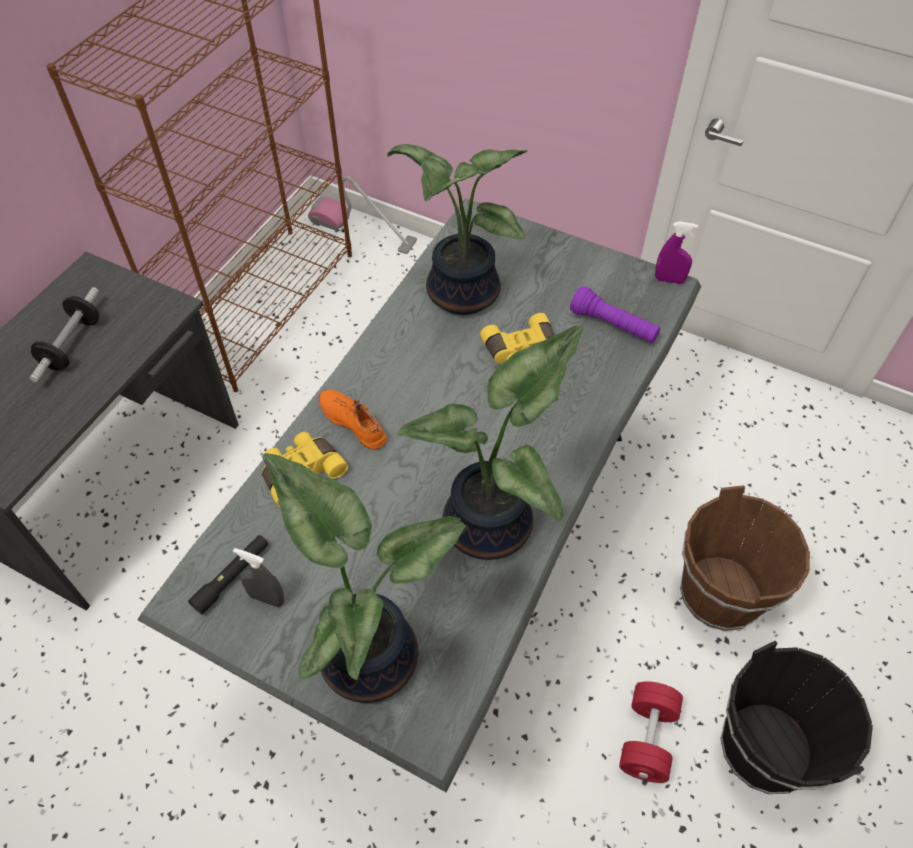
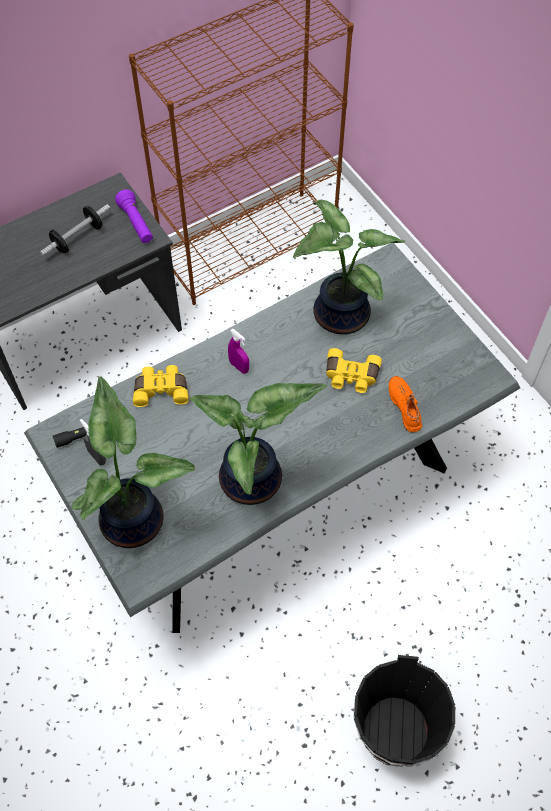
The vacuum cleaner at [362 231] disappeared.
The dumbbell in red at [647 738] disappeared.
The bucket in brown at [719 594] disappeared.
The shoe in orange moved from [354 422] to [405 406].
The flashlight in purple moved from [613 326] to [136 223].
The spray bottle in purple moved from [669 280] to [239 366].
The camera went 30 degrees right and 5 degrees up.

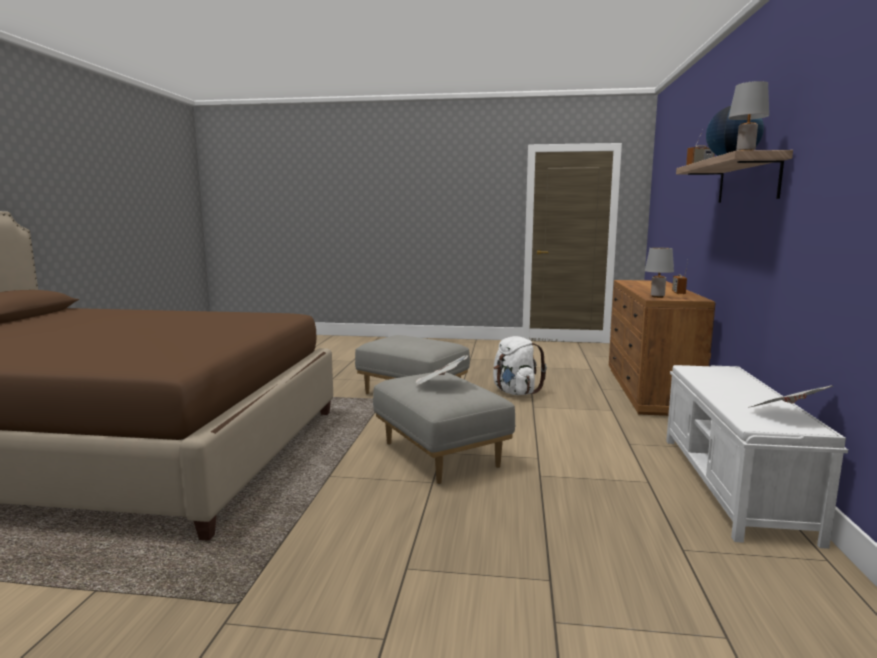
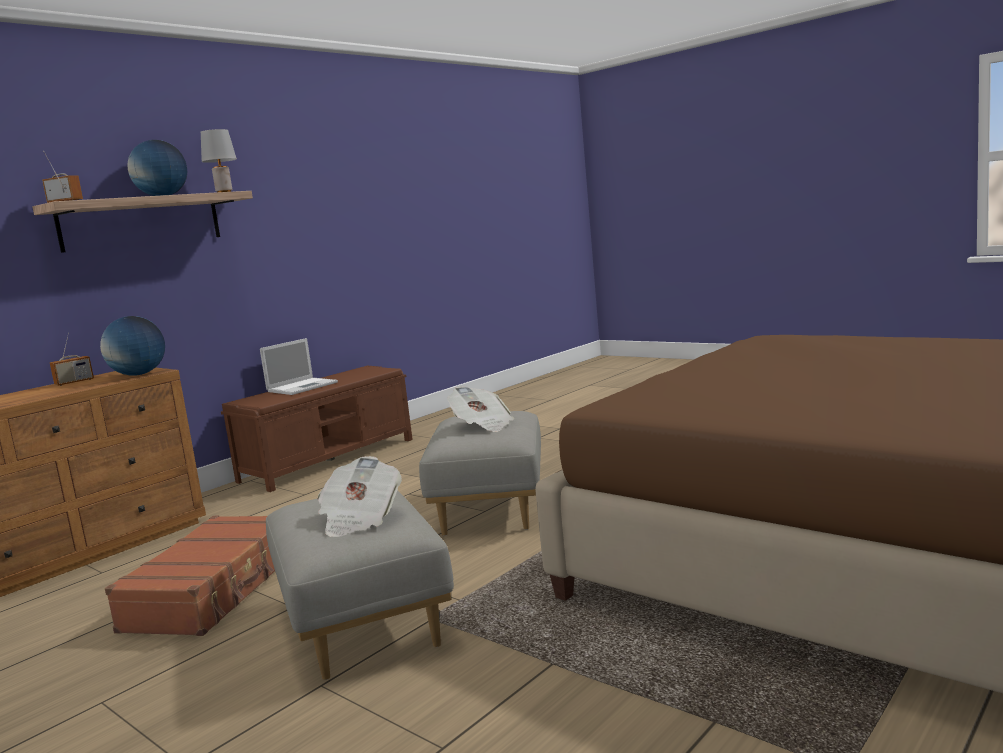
The laptop at [303 386] appeared.
The newspaper moved from [786 415] to [359 519].
The backpack in white at [515 392] was replaced by the suitcase in brown at [214 591].
The table lamp in grey at [657 297] was replaced by the globe at [138 374].
The bench in white at [732 485] became the bench in brown at [329 459].
The camera went 145 degrees left and 0 degrees up.

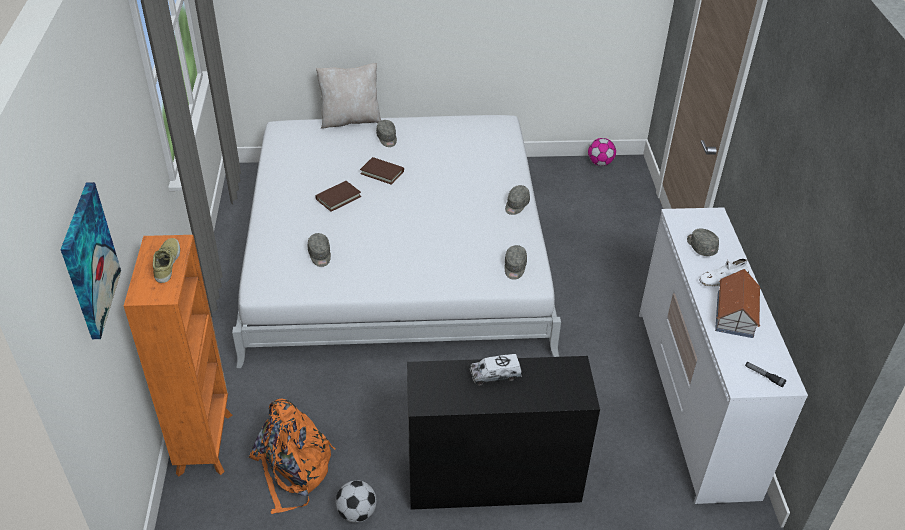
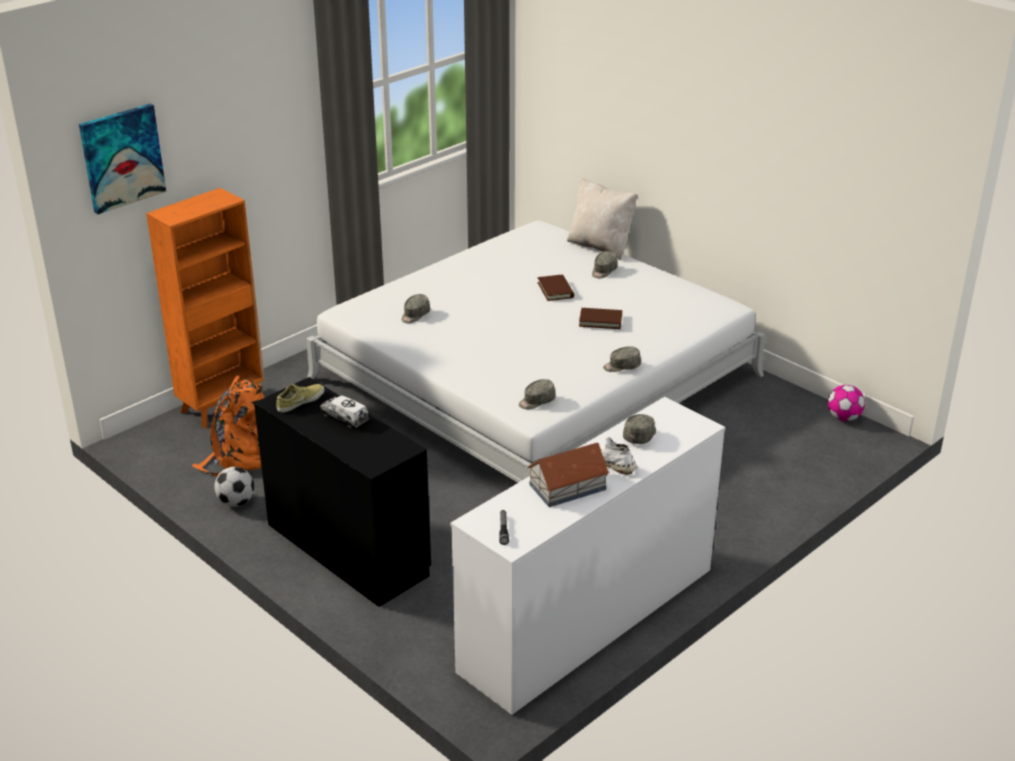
The shoe in beige moved from [166 263] to [300 401].
The book in brown moved from [338 198] to [600 320].
The camera went 50 degrees right and 10 degrees down.

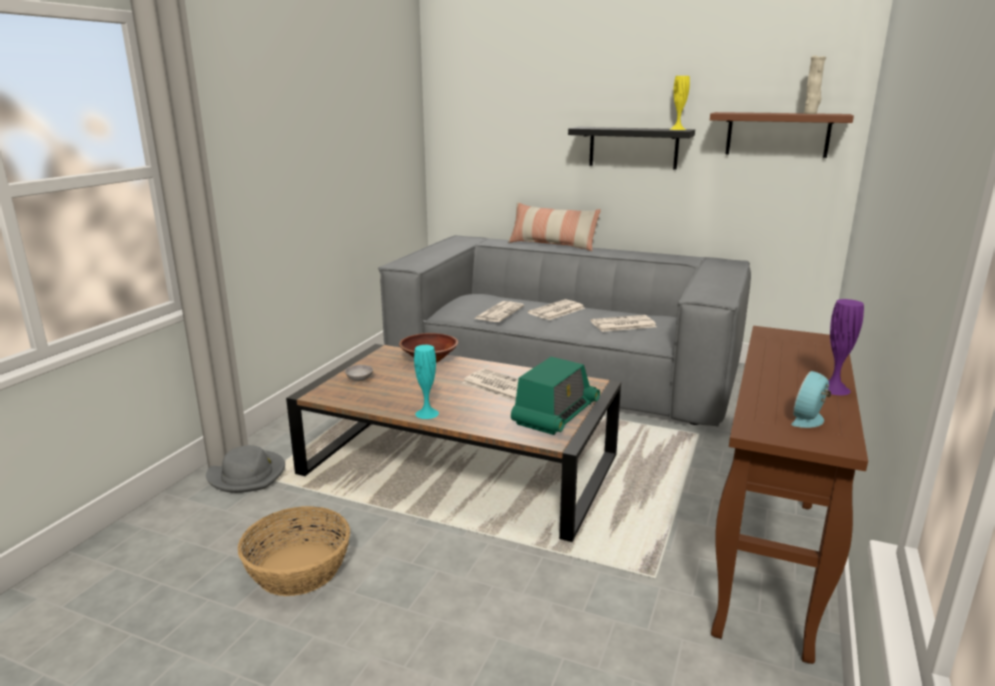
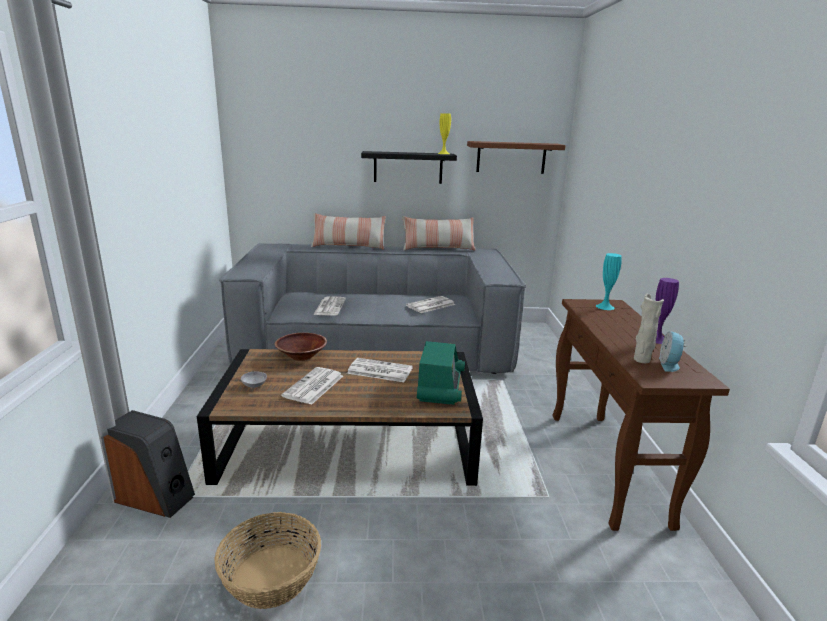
The pillow at [438 248] appeared.
The vase in turquoise moved from [427 413] to [605 307].
The newspaper moved from [556 311] to [313 386].
The vase in beige moved from [810 113] to [642 360].
The hat in grey at [247 474] was replaced by the speaker at [156 497].
The camera went 25 degrees left and 0 degrees up.

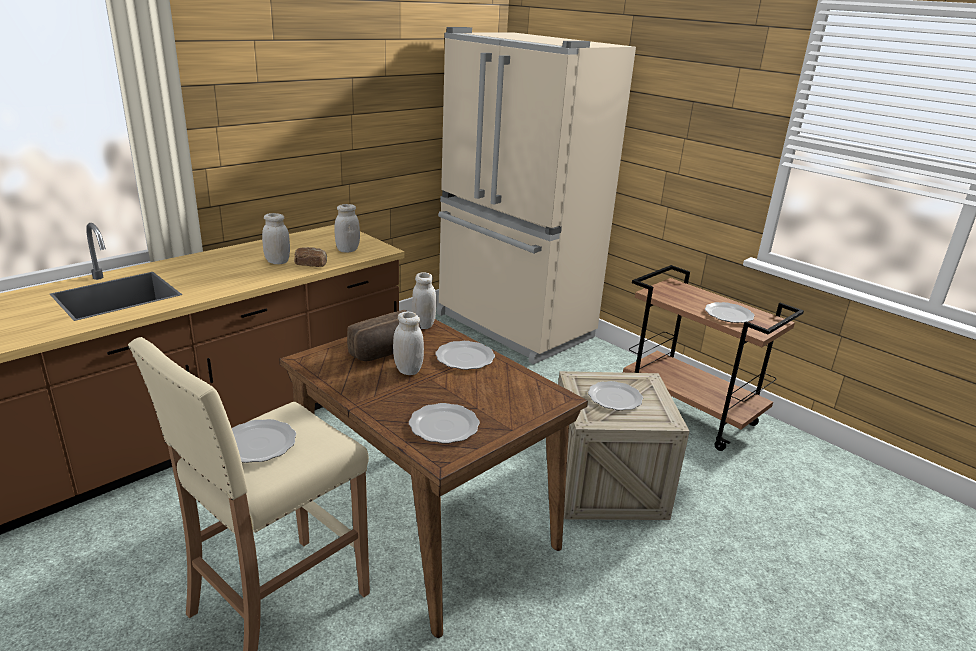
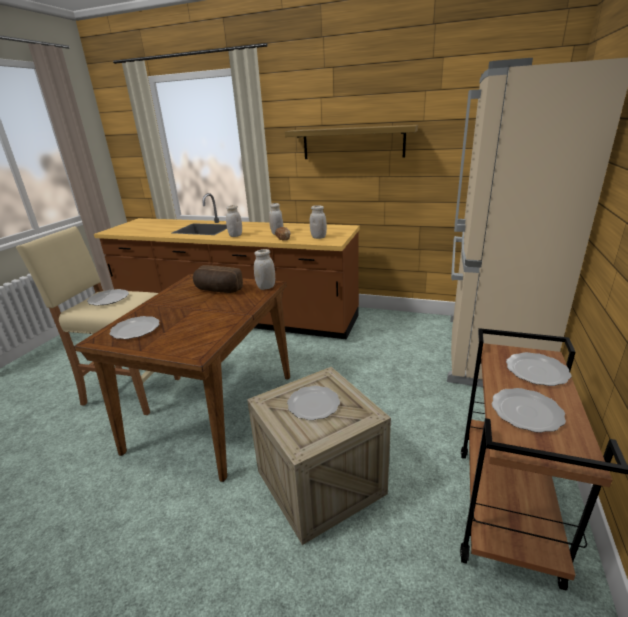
The shelf at [353 143] appeared.
The jar in white moved from [408 370] to [235 235].
The plate moved from [465 358] to [537 371].
The camera went 65 degrees right and 0 degrees up.

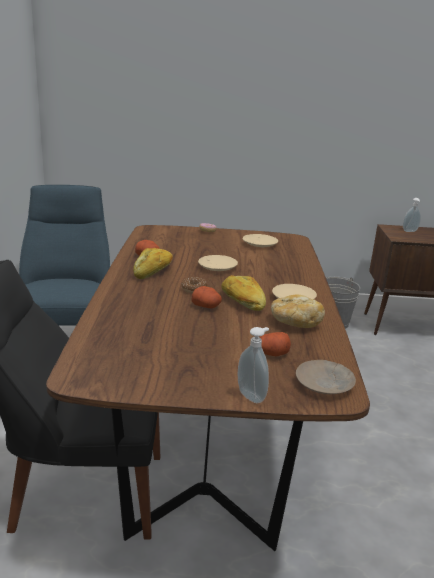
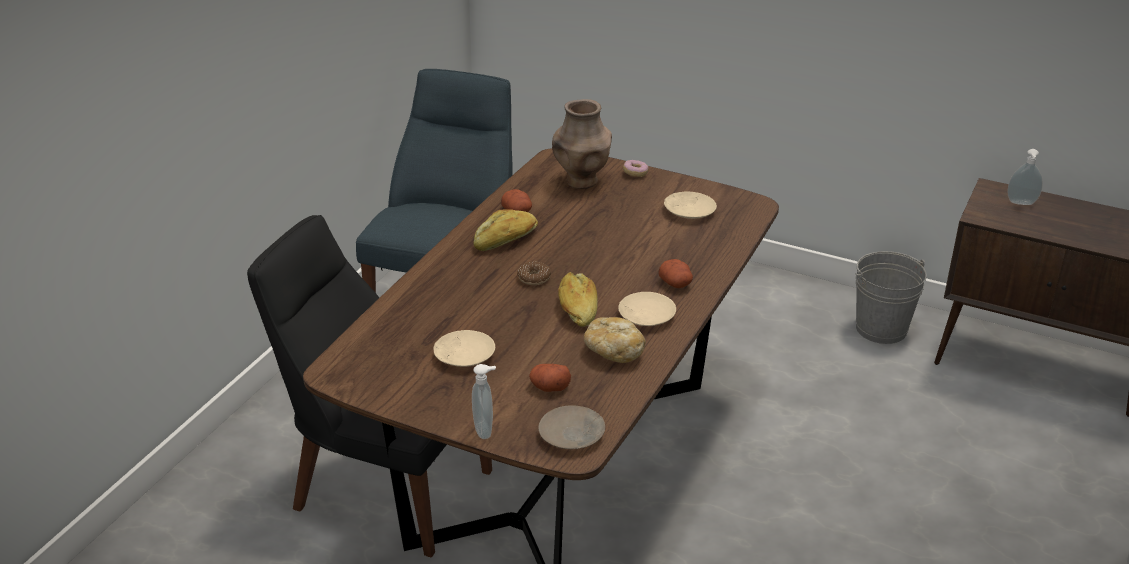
The vase in brown at [581 181] appeared.
The potato moved from [207 306] to [676 283].
The plate in beige moved from [217 267] to [463 355].
The camera went 25 degrees right and 10 degrees up.

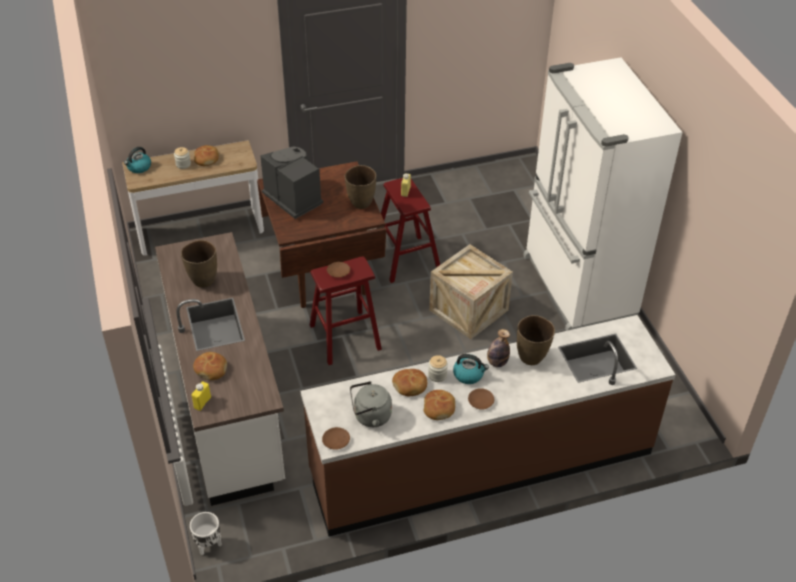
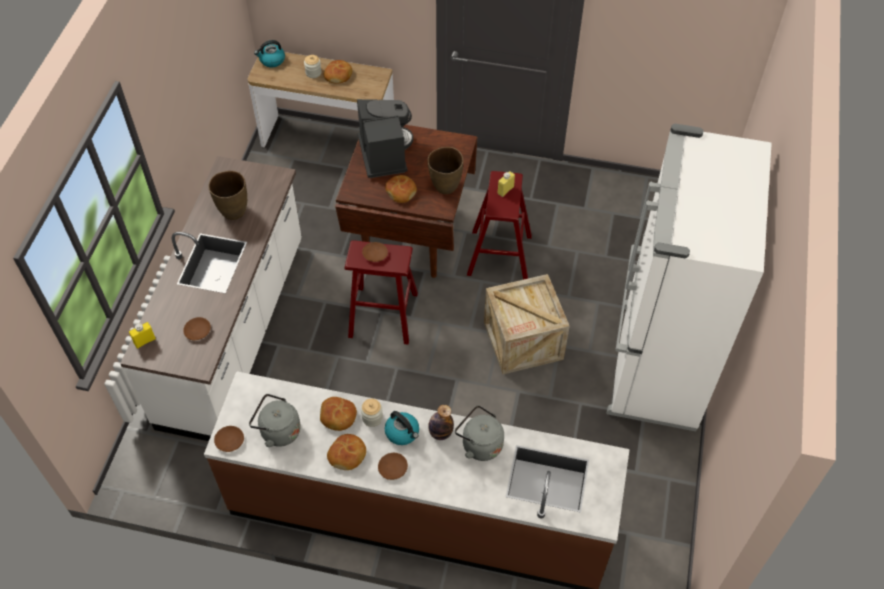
The planter in white at [208 545] disappeared.
The plate in brown at [197 331] appeared.
The bread moved from [211 369] to [401 192].
The vase in brown at [531 357] was replaced by the kettle in grey at [479 444].
The camera went 30 degrees right and 10 degrees up.

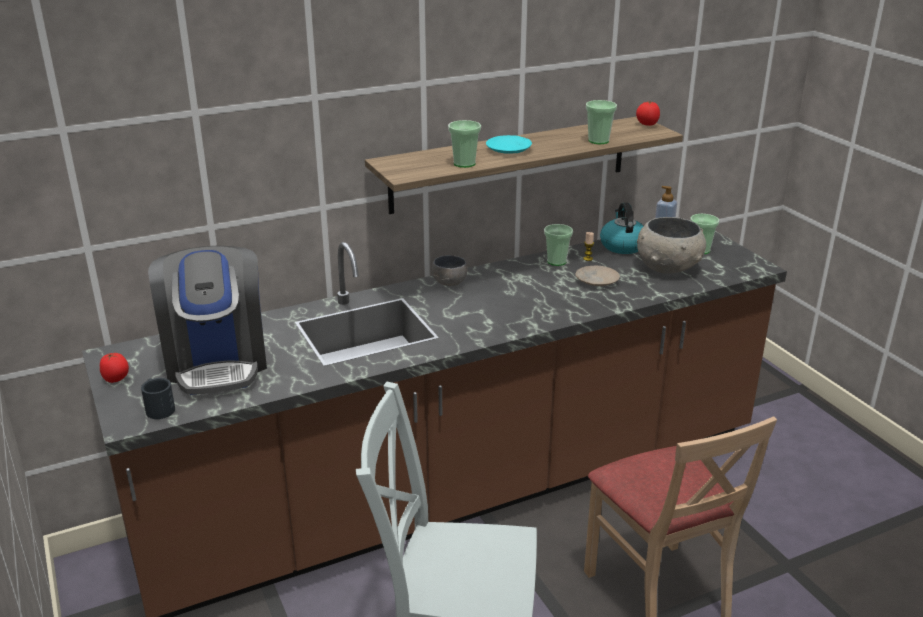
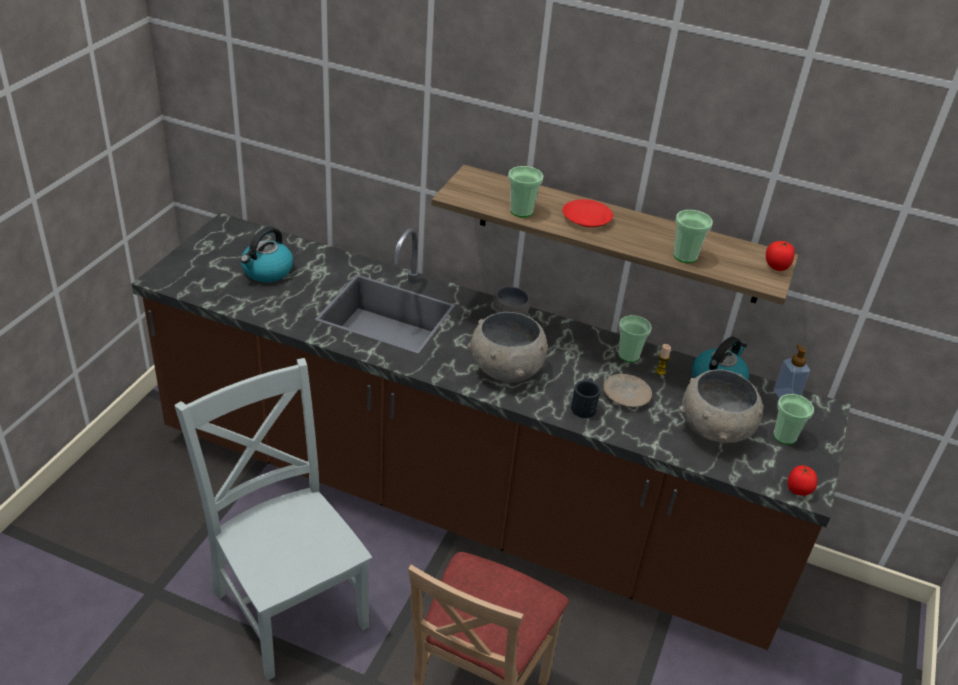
The bowl in grey at [506 369] appeared.
The tomato moved from [116 379] to [798 491].
The mug in black moved from [158 407] to [584 405].
The coffee machine at [217 361] was replaced by the kettle at [267 271].
The plate in turquoise at [509 150] became the plate in red at [587 219].
The camera went 45 degrees right and 10 degrees up.

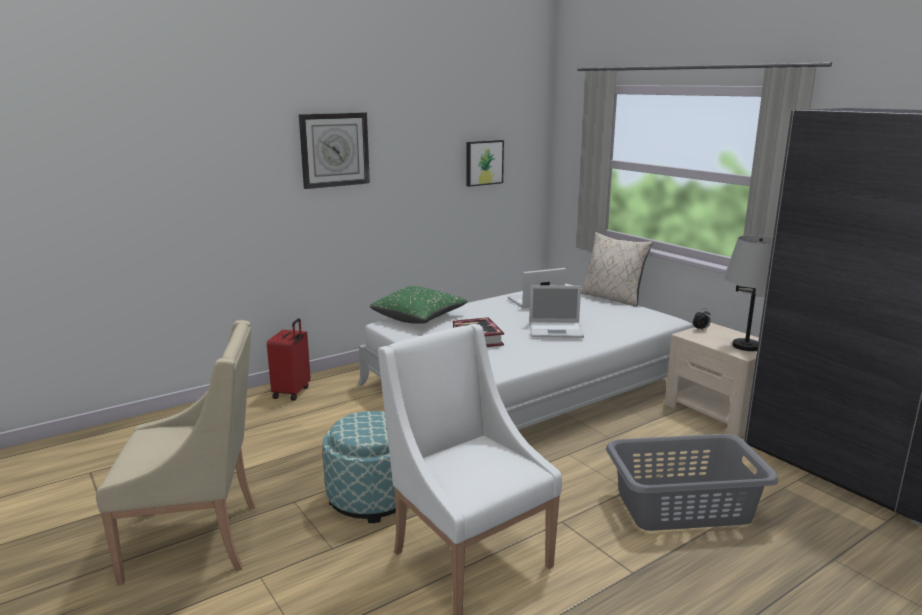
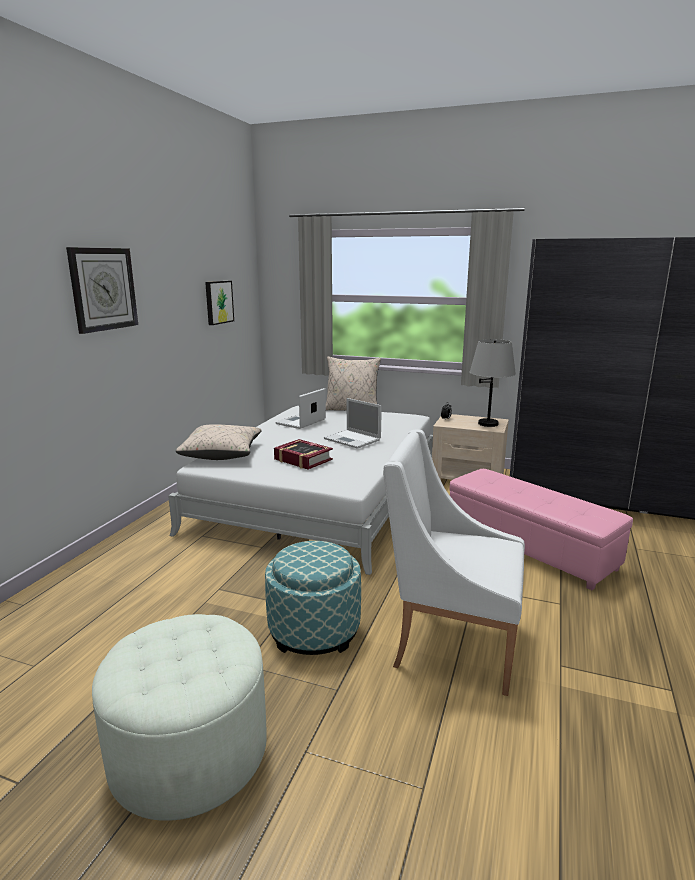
The suitcase in red at [292 392] disappeared.
The armchair in beige at [198 540] was replaced by the ottoman in white at [189 751].
The laundry basket in grey at [684 507] was replaced by the ottoman in pink at [530 547].
The pillow in green at [419 317] became the pillow in beige at [222 454].
The laptop at [556 330] turned 75 degrees clockwise.
The camera went 35 degrees left and 0 degrees up.

